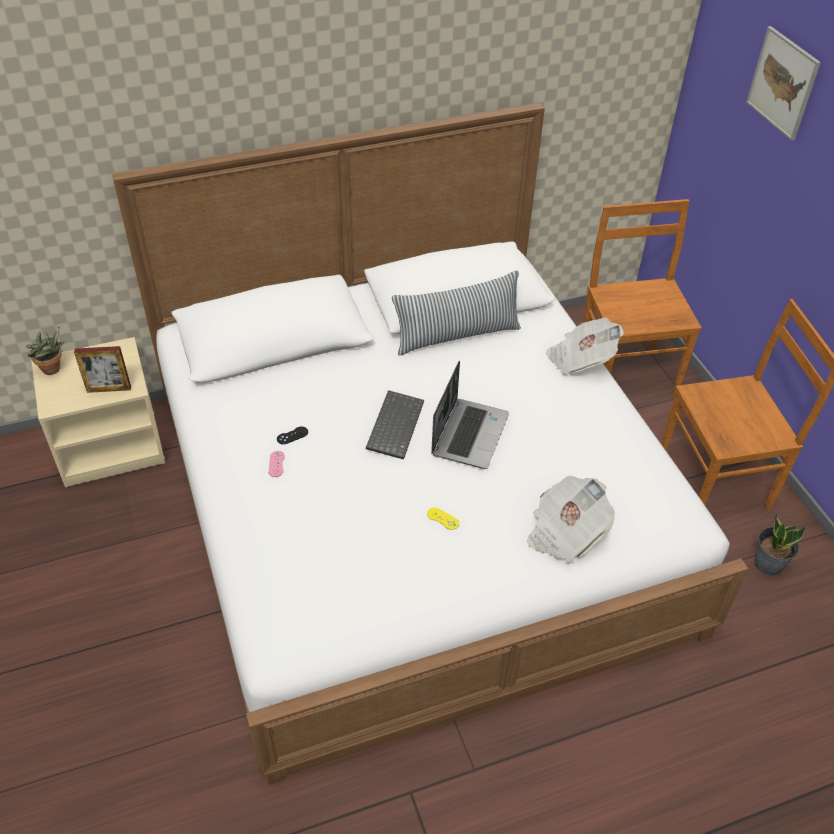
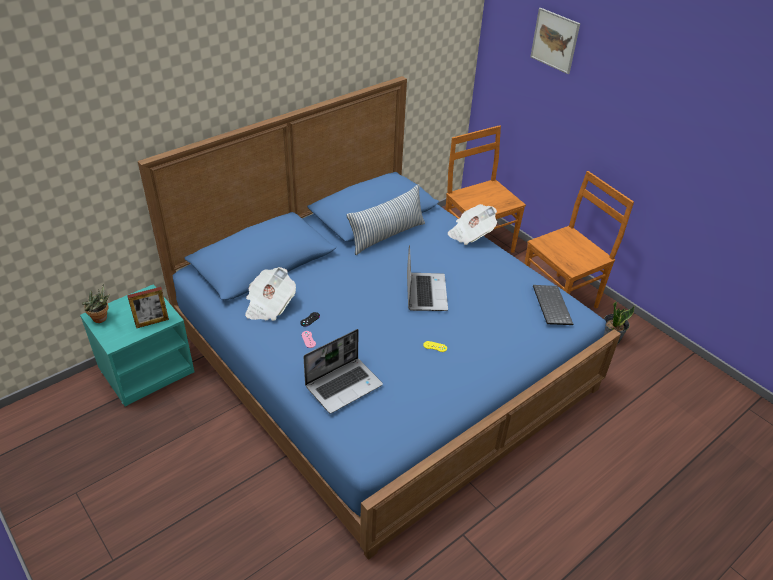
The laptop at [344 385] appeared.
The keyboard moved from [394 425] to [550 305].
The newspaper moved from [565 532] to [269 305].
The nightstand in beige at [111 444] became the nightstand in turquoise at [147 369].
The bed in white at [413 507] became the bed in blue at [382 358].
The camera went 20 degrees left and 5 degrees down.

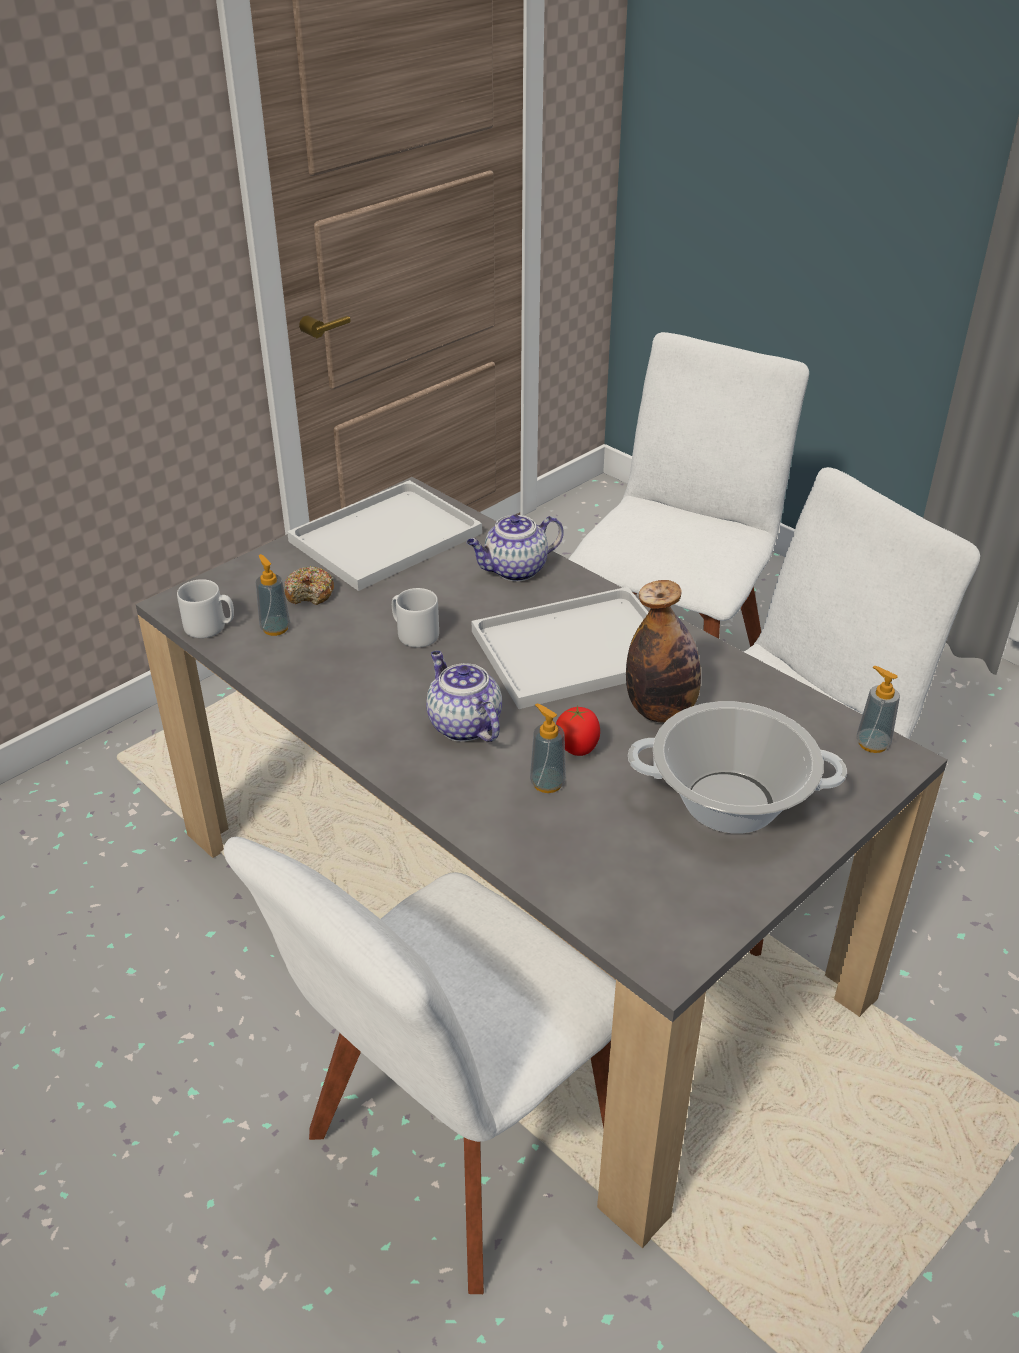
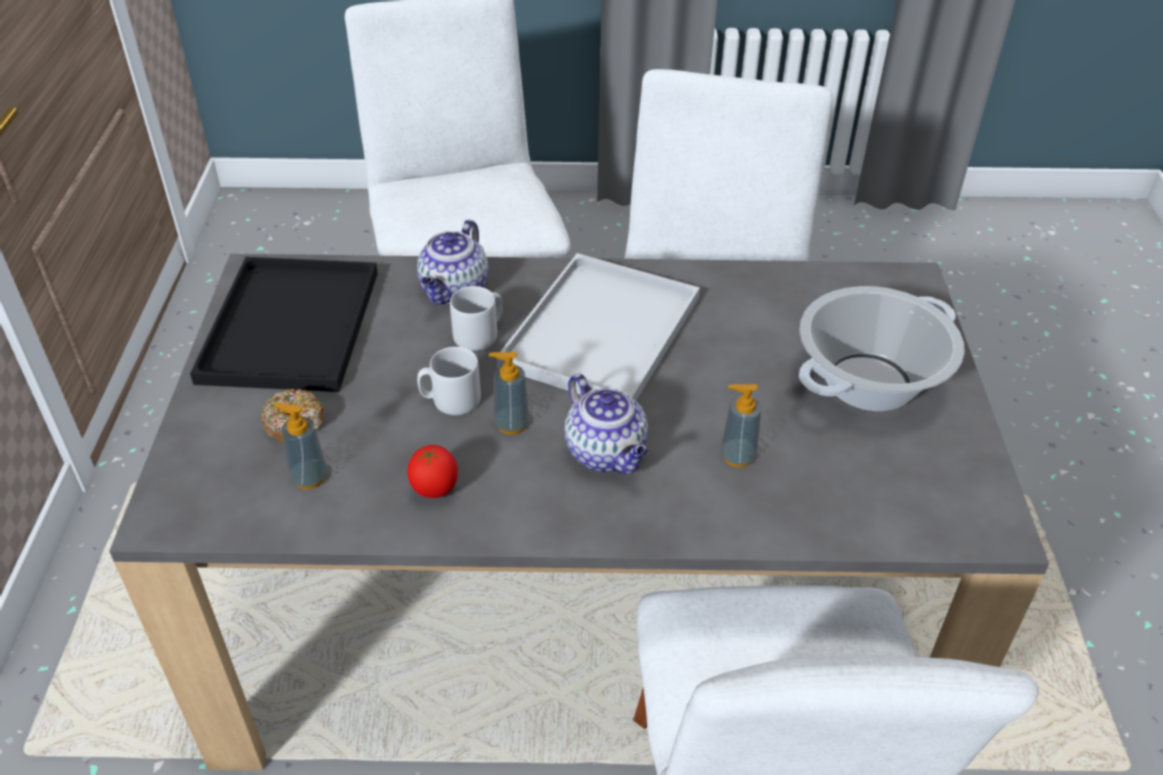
The bottle at [660 710] disappeared.
The mug in grey moved from [210 627] to [480 334].
The tomato moved from [577 750] to [435 490].
The soap dispenser moved from [872 743] to [511 424].
The tray in white at [384 539] became the tray in black at [292 328].
The teapot at [463 725] turned 135 degrees counterclockwise.
The camera went 45 degrees left and 5 degrees up.

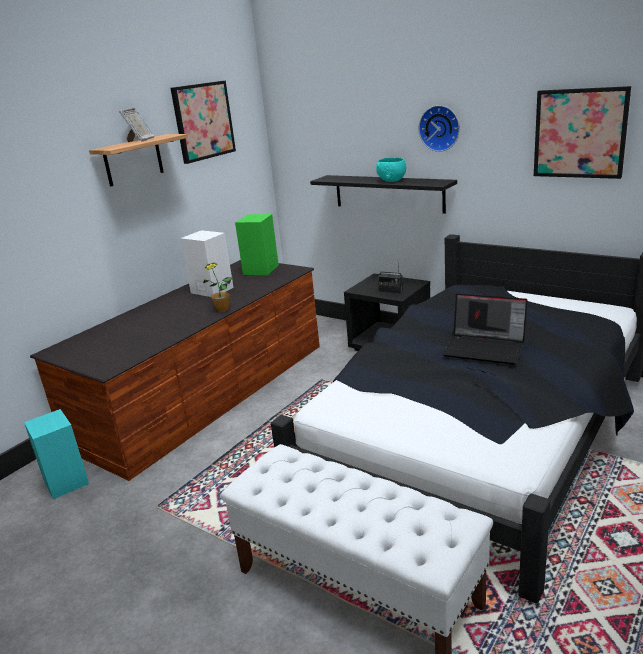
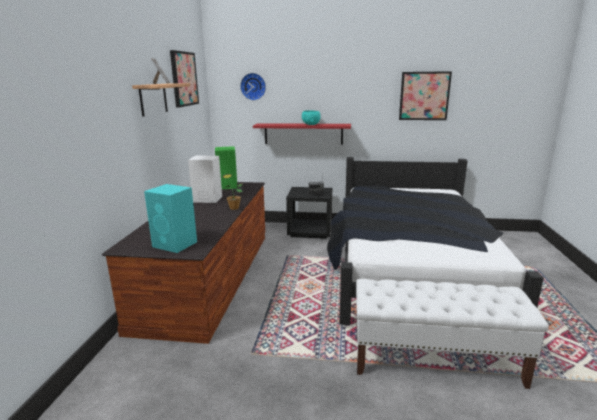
The laptop at [486 348] disappeared.
The speaker in turquoise moved from [66 482] to [175 244].
The wall clock moved from [440 128] to [253 86].
The shelf in black at [388 193] became the shelf in red at [303 134].
The camera went 30 degrees left and 5 degrees down.

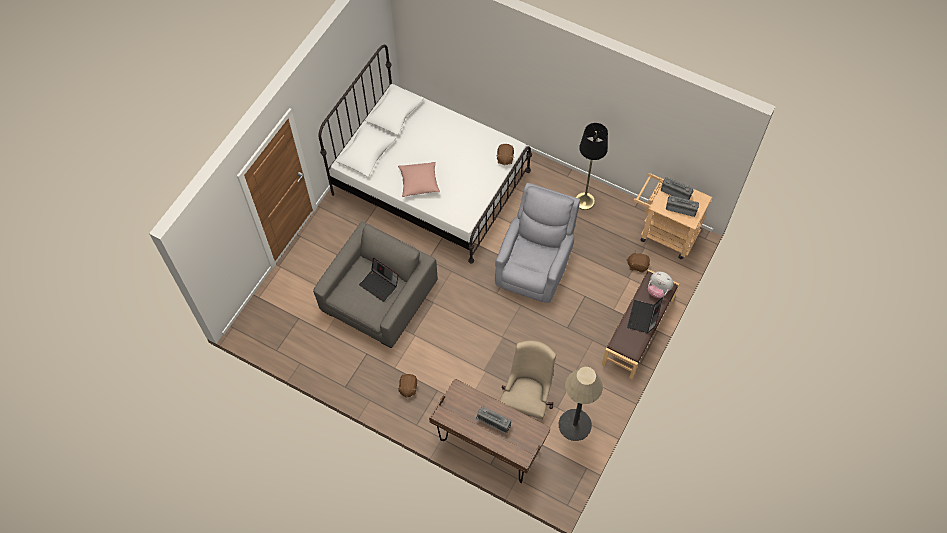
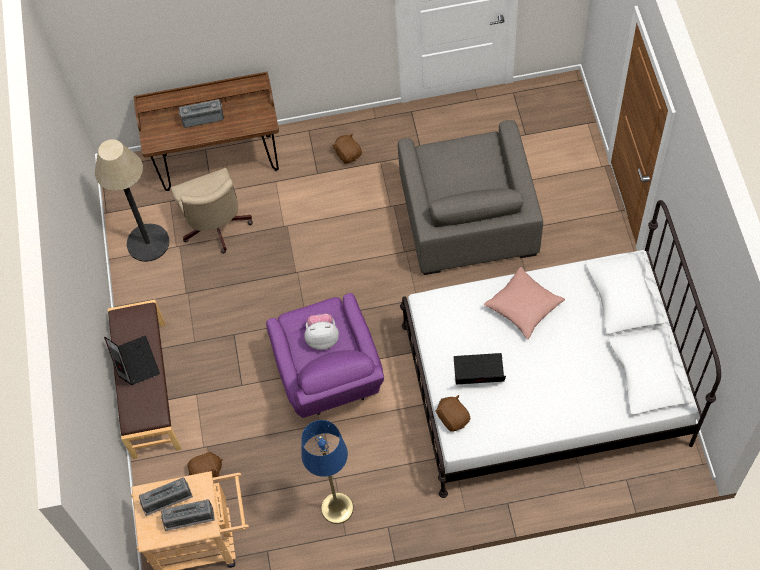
The laptop moved from [380 284] to [478 373].
The plush toy moved from [658 290] to [322 338].
The armchair in grey at [535 263] became the armchair in purple at [331 379].
The floor lamp in black at [584 201] became the floor lamp in blue at [337 508].
The camera went 145 degrees right and 0 degrees up.

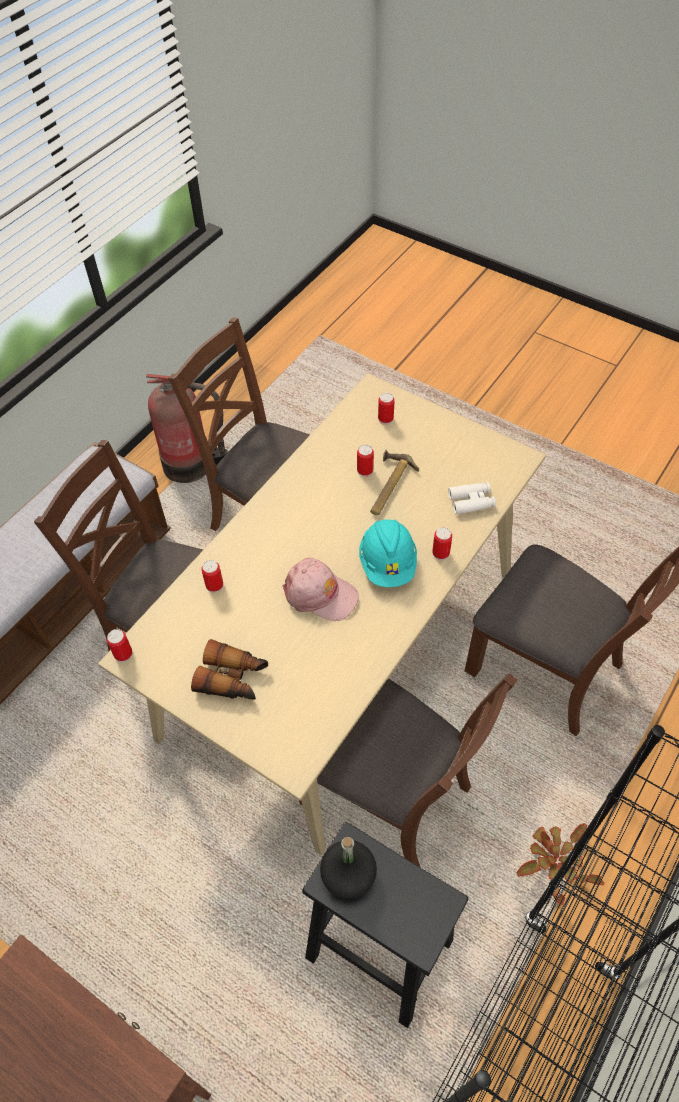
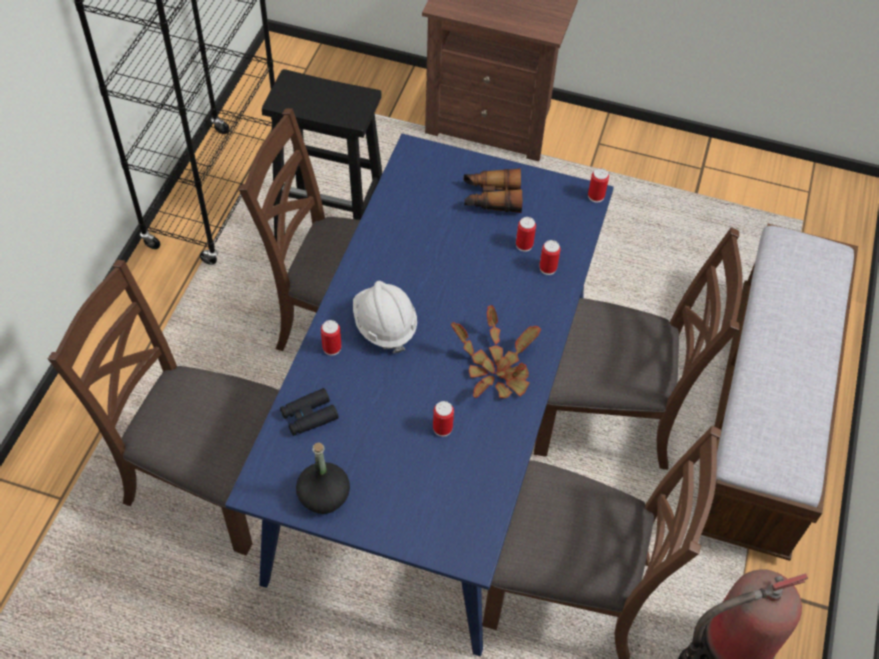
The cap in pink at [320 594] disappeared.
The hammer at [387 486] disappeared.
The bottle in black moved from [348 874] to [324 496].
The can moved from [385 419] to [524 245].
The potted plant moved from [555 861] to [497 369].
The dining table in beige at [342 652] became the dining table in blue at [434 444].
The hard hat in turquoise at [388 563] became the hard hat in white at [384 325].
The binoculars in white at [471 501] became the binoculars in black at [309 416].
The camera went 160 degrees right and 0 degrees up.

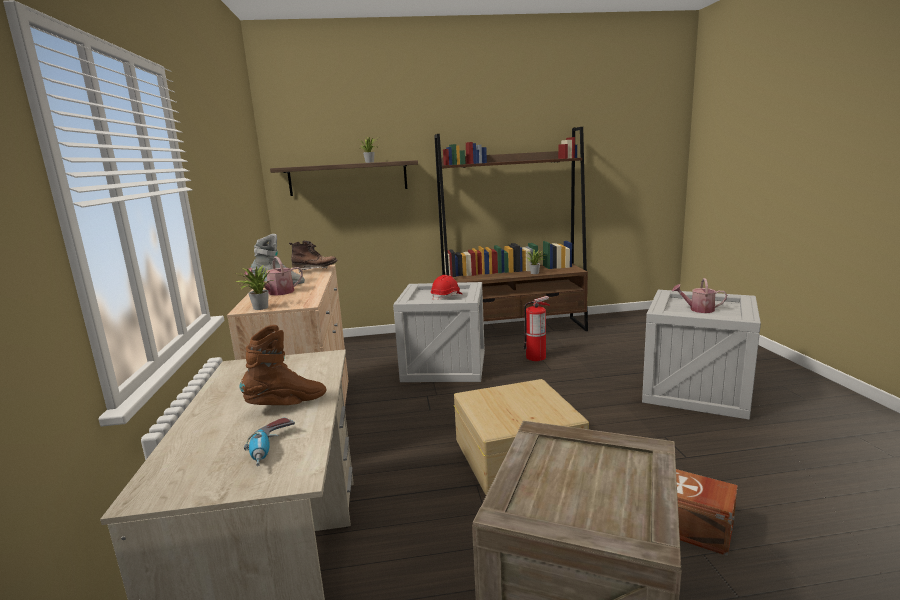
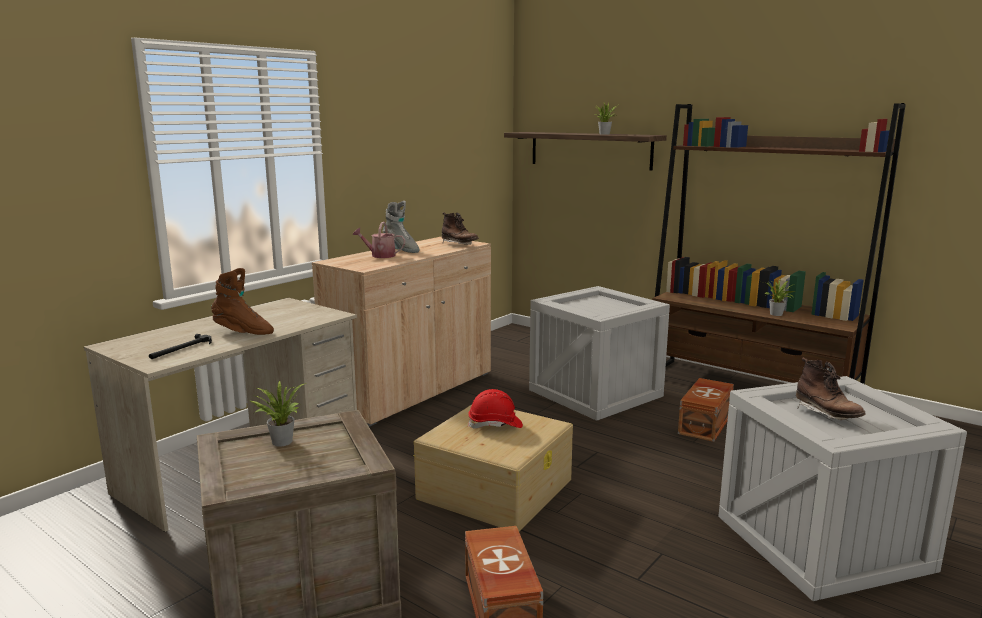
The potted plant moved from [258 308] to [280 441].
The hard hat in red moved from [447 297] to [495 425].
The power drill at [271 450] was replaced by the hammer at [181 349].
The fire extinguisher at [536 357] was replaced by the storage box in brown at [706 424].
The watering can at [698 309] was replaced by the boot in brown at [827 414].
The camera went 45 degrees right and 0 degrees up.

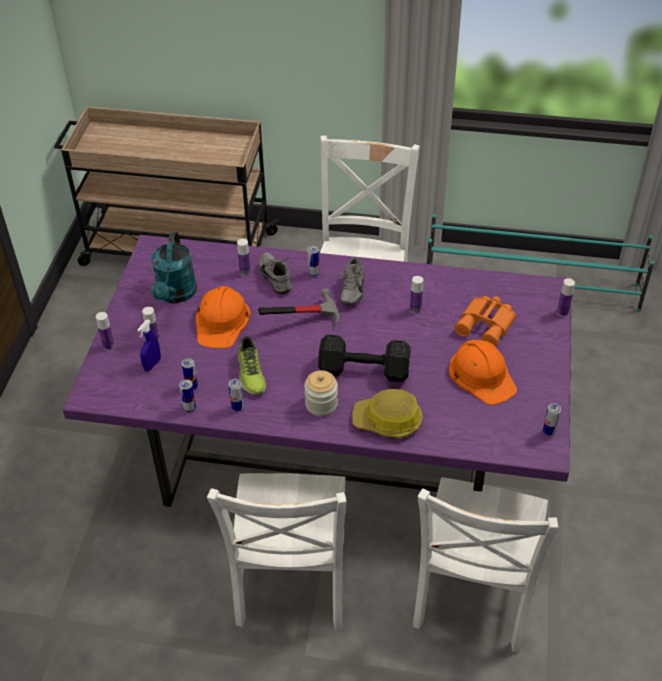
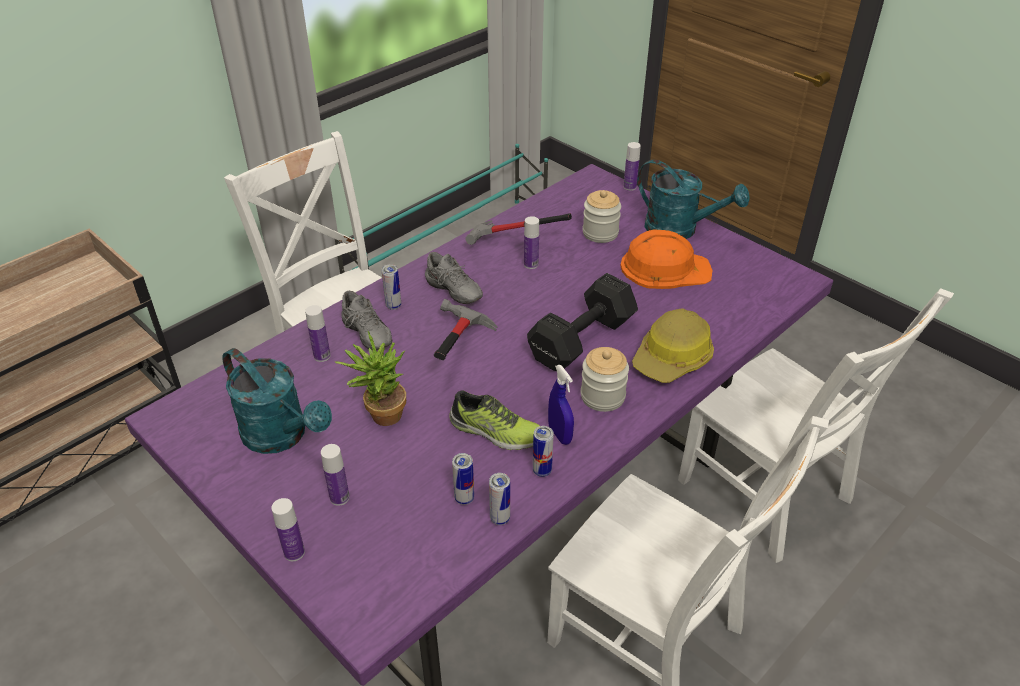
The can at [548 432] disappeared.
The hammer at [512 245] appeared.
The watering can in turquoise at [680 230] appeared.
The spray bottle in blue moved from [152 364] to [560 434].
The hard hat in orange at [222 321] was replaced by the potted plant at [380 415].
The binoculars in orange at [487 325] was replaced by the jar at [600 233].
The shoe in grey at [277 278] turned 135 degrees counterclockwise.
The camera went 55 degrees left and 5 degrees down.

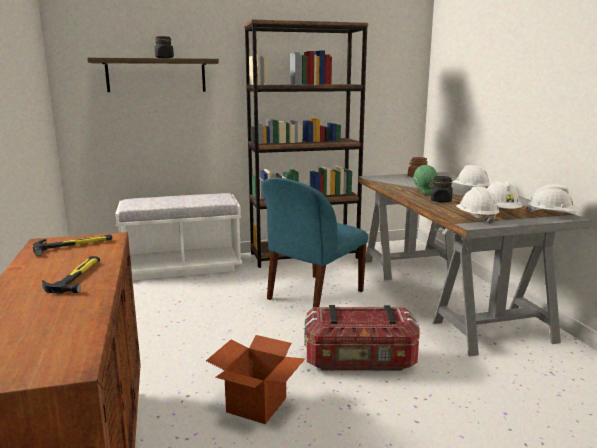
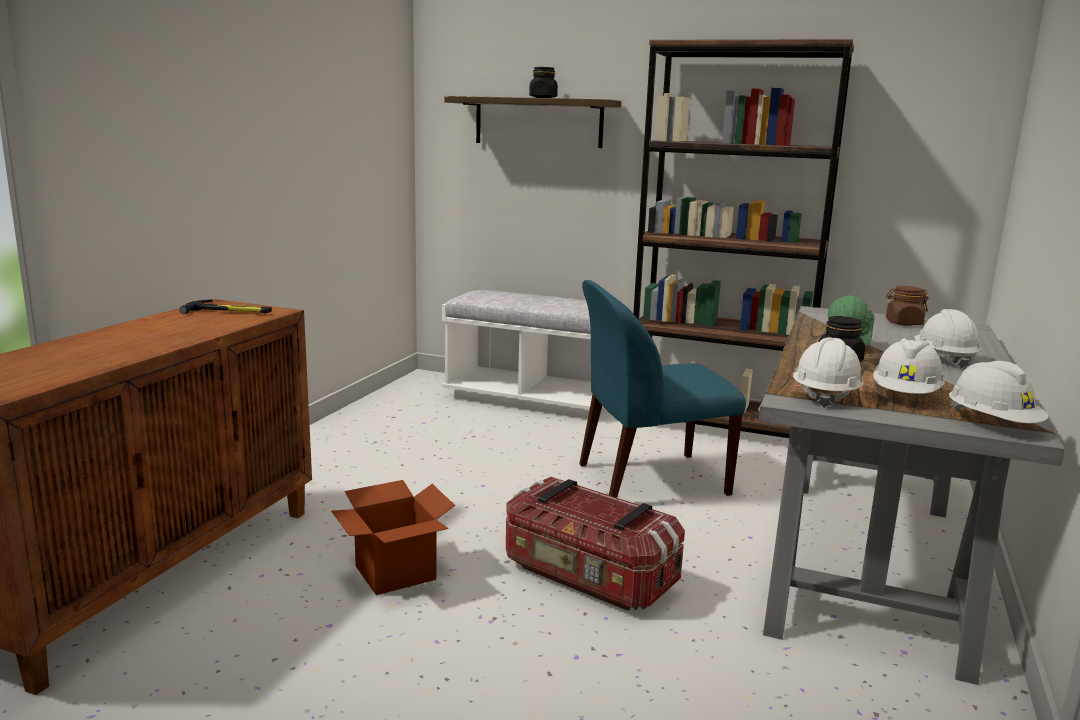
The hammer at [77 276] disappeared.
The camera went 35 degrees right and 0 degrees up.

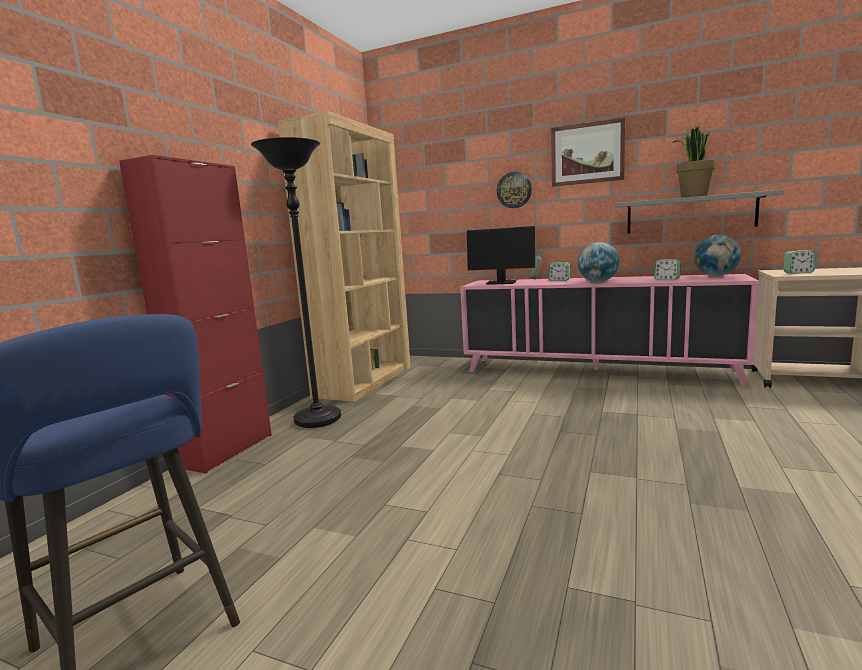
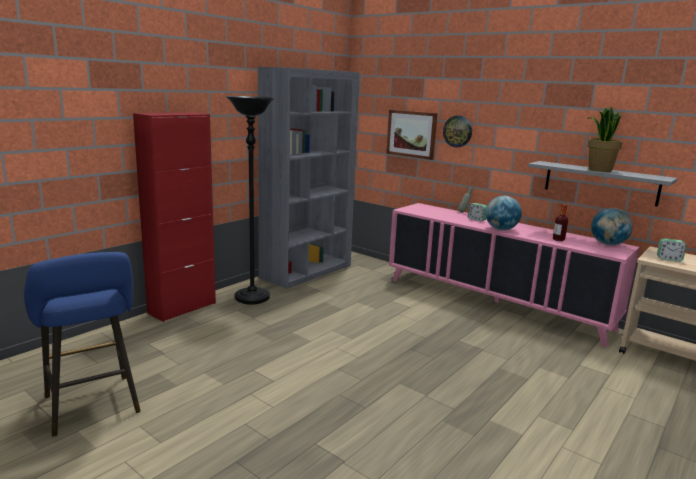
The monitor at [501 283] disappeared.
The picture moved from [587 153] to [411 134].
The alarm clock at [666 279] was replaced by the bottle at [558 240].
The bookcase in brown at [365 381] became the bookcase in grey at [306 271].
The camera went 15 degrees right and 5 degrees up.

